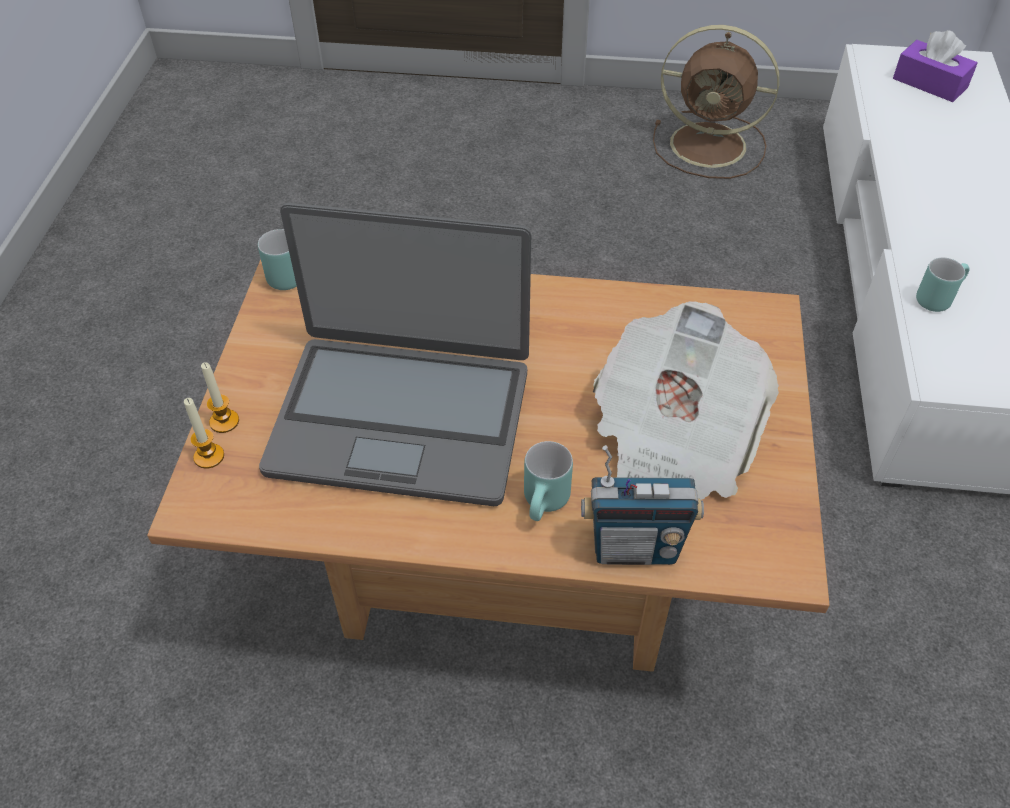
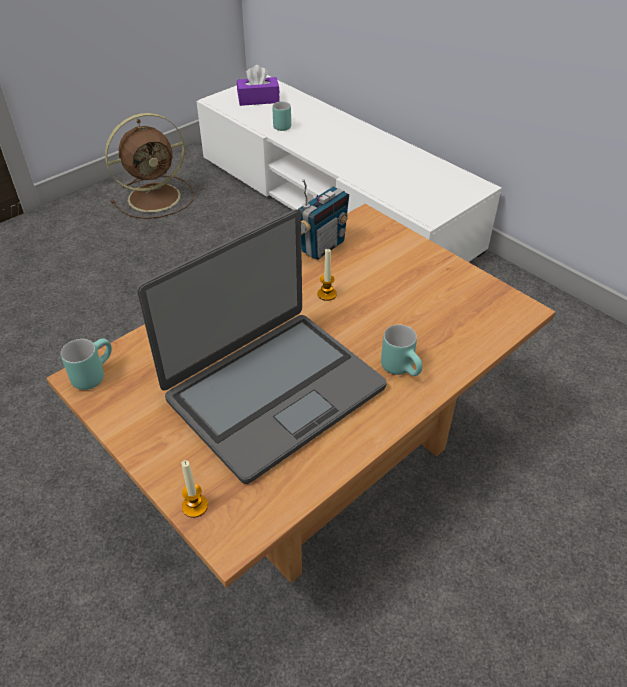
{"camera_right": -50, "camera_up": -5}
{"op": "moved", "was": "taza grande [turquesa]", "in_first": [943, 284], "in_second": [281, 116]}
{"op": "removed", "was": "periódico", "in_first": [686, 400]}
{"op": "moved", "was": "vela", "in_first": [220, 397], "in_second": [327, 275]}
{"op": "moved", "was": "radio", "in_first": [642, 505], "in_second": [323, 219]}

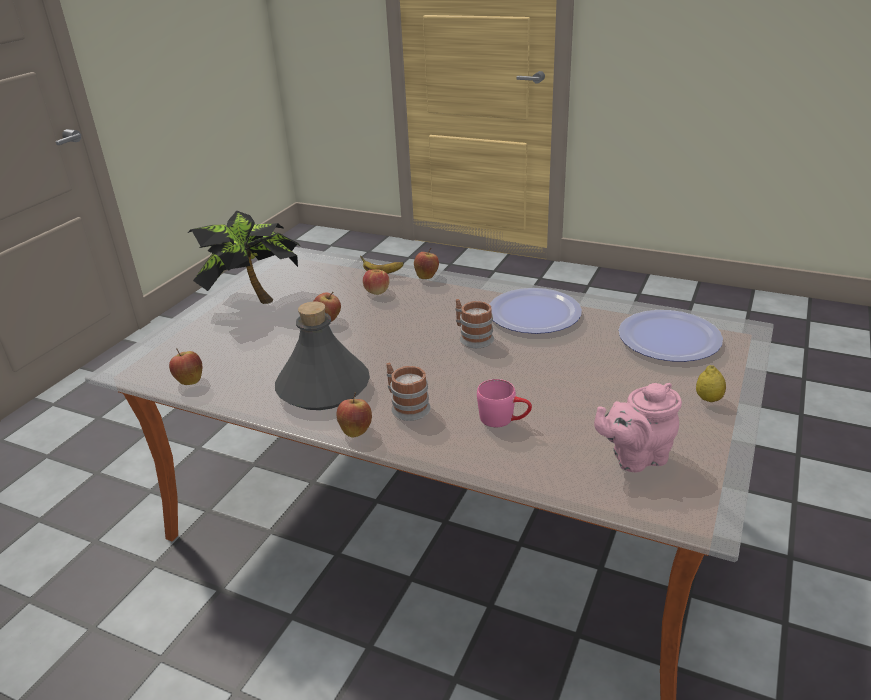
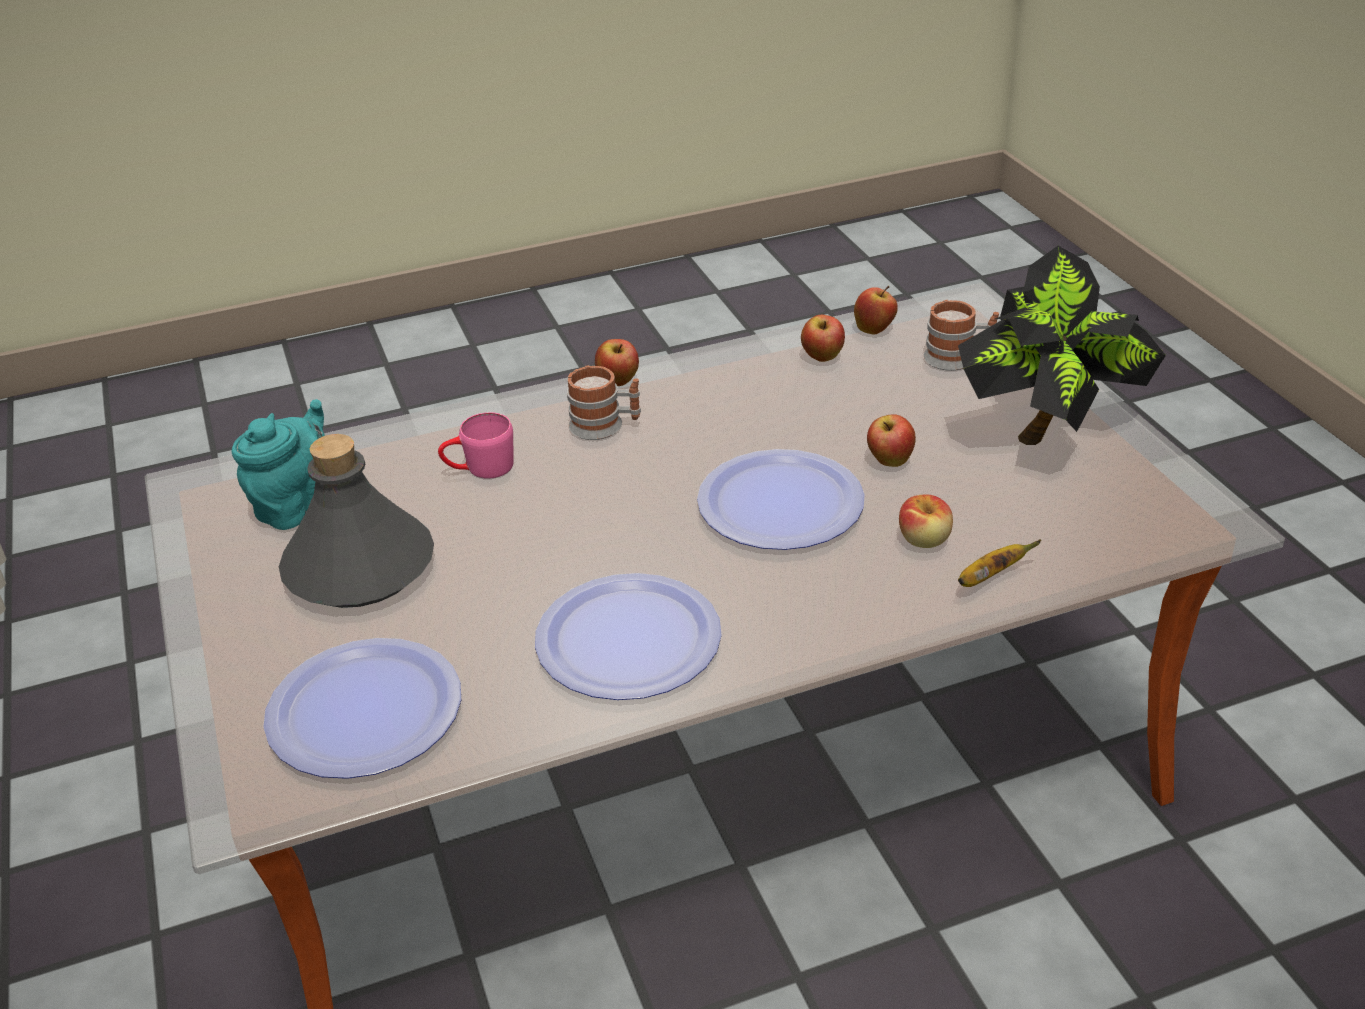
{"camera_right": 135, "camera_up": 5}
{"op": "moved", "was": "manzana", "in_first": [426, 263], "in_second": [823, 338]}
{"op": "moved", "was": "taza grande", "in_first": [474, 323], "in_second": [961, 335]}
{"op": "moved", "was": "botella [gris]", "in_first": [322, 355], "in_second": [356, 521]}
{"op": "removed", "was": "limón", "in_first": [711, 383]}
{"op": "recoloured", "was": "tetera [rosa]", "now": "tetera [turquesa]", "in_first": [638, 427], "in_second": [278, 464]}
{"op": "added", "now": "plato", "in_second": [781, 499]}

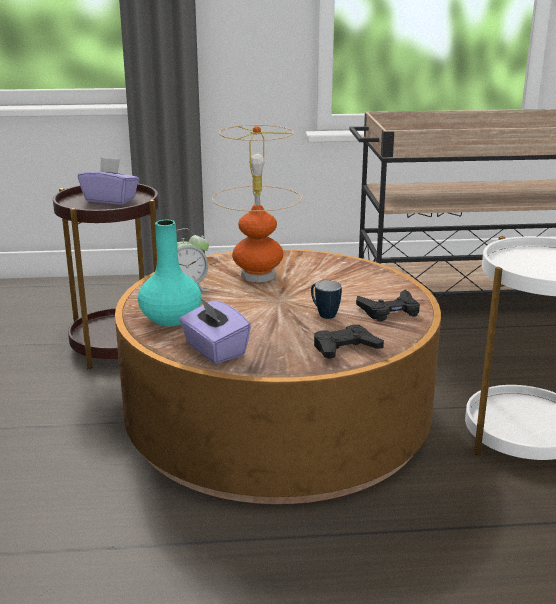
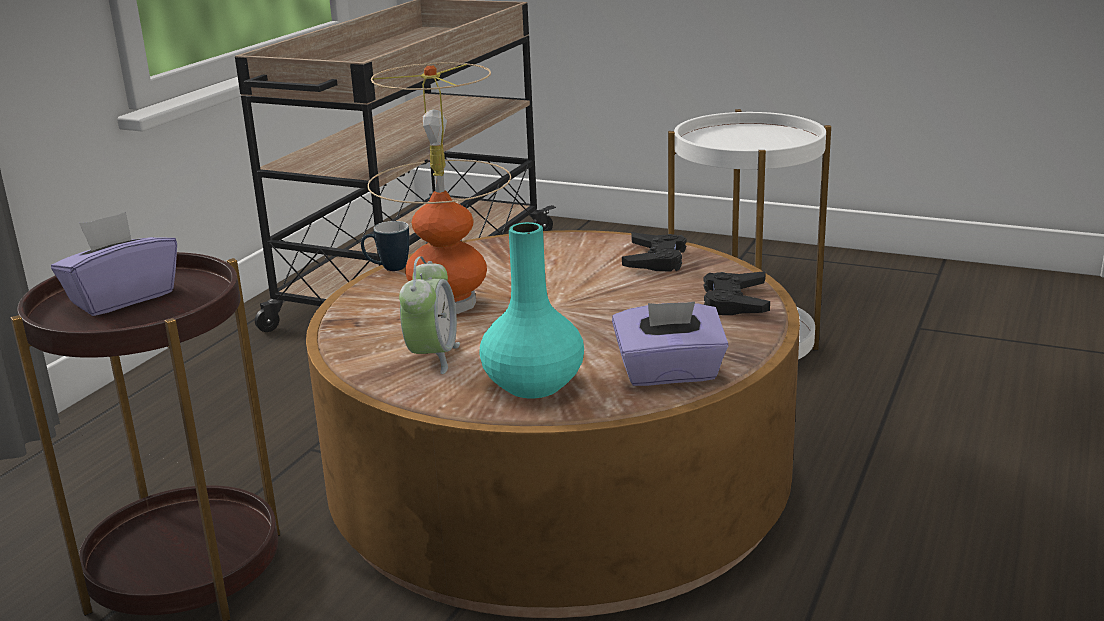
{"camera_right": -60, "camera_up": 0}
{"op": "moved", "was": "taza grande", "in_first": [326, 299], "in_second": [385, 246]}

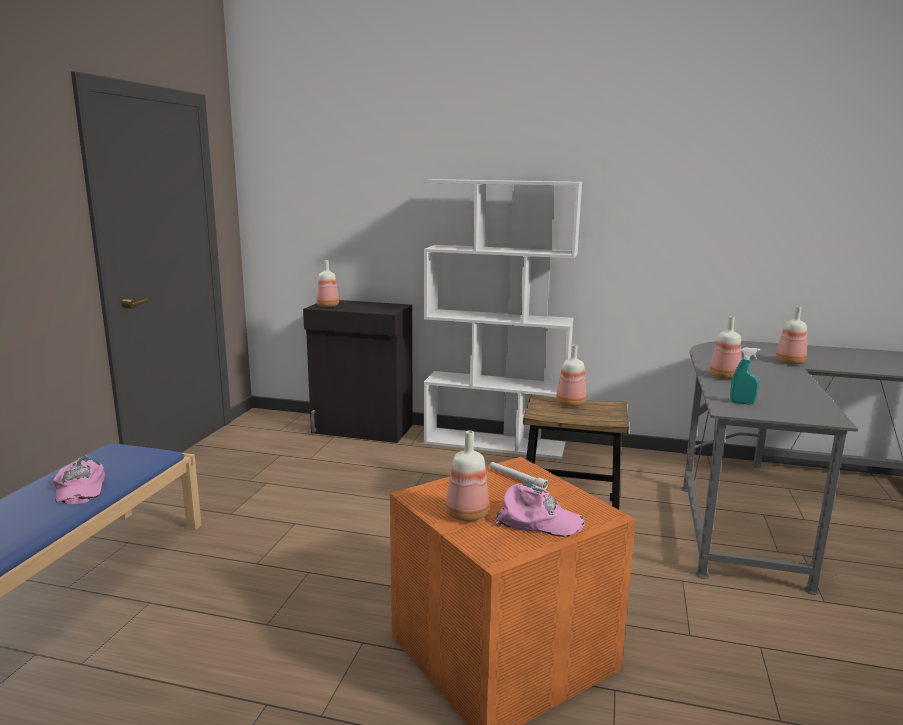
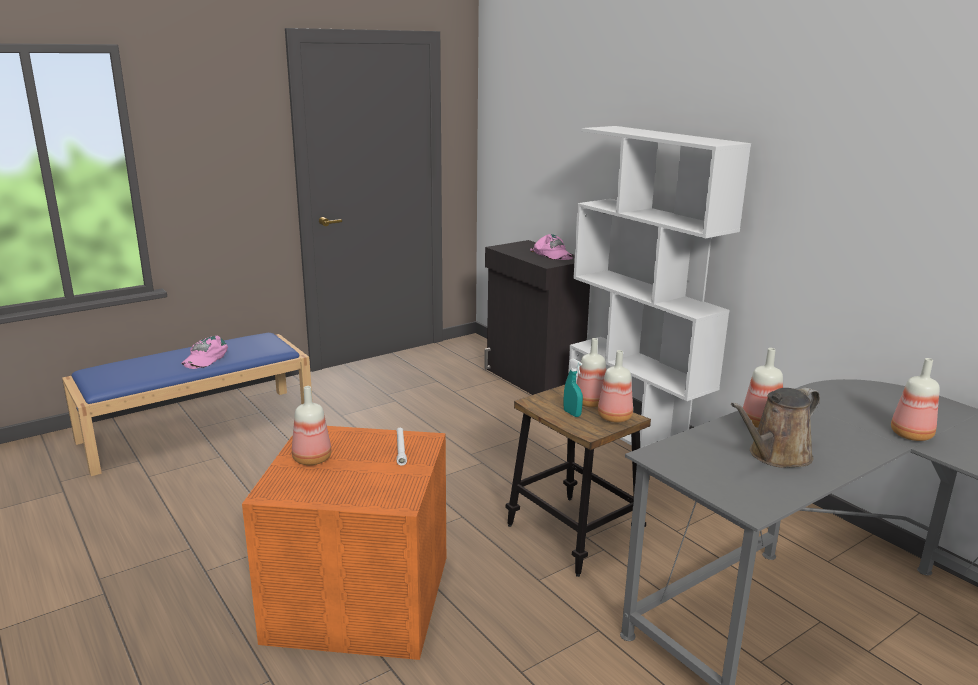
{"camera_right": 40, "camera_up": 5}
{"op": "moved", "was": "botella", "in_first": [327, 283], "in_second": [615, 386]}
{"op": "moved", "was": "pulverizador [turquesa]", "in_first": [745, 376], "in_second": [573, 388]}
{"op": "moved", "was": "gorra [rosa]", "in_first": [540, 510], "in_second": [551, 247]}
{"op": "added", "now": "regadera [marrón]", "in_second": [775, 427]}

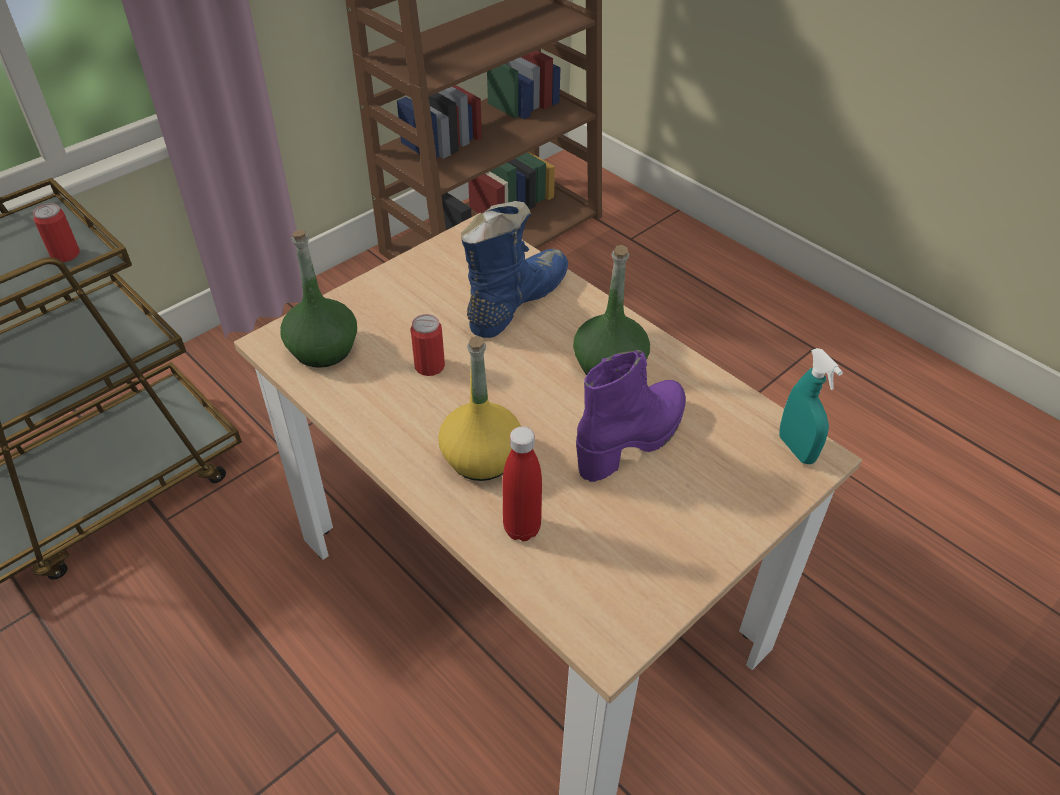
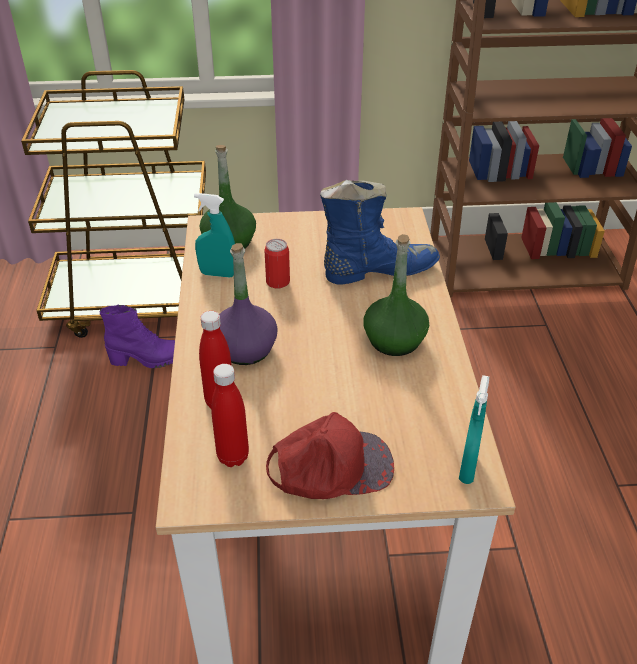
{"camera_right": 40, "camera_up": -5}
{"op": "removed", "was": "lata", "in_first": [56, 232]}
{"op": "recoloured", "was": "botella [amarillo]", "now": "botella [morado]", "in_first": [479, 408], "in_second": [248, 304]}
{"op": "moved", "was": "bota [morado]", "in_first": [631, 416], "in_second": [137, 336]}
{"op": "added", "now": "pulverizador [turquesa]", "in_second": [214, 235]}
{"op": "added", "now": "botella [rojo]", "in_second": [230, 415]}
{"op": "added", "now": "gorra [rojo]", "in_second": [330, 455]}

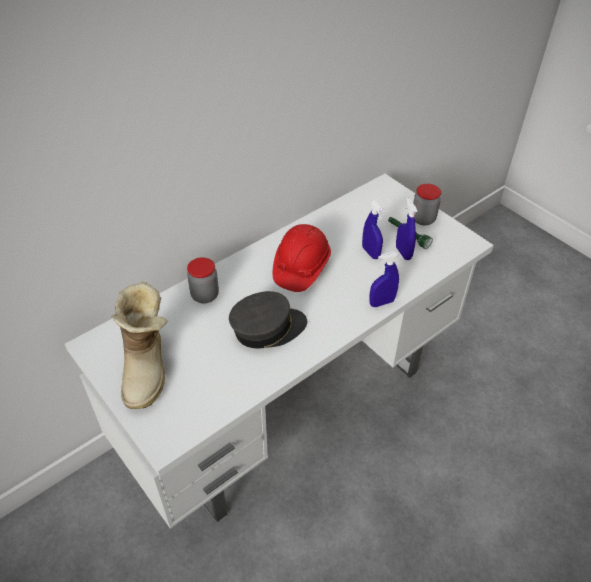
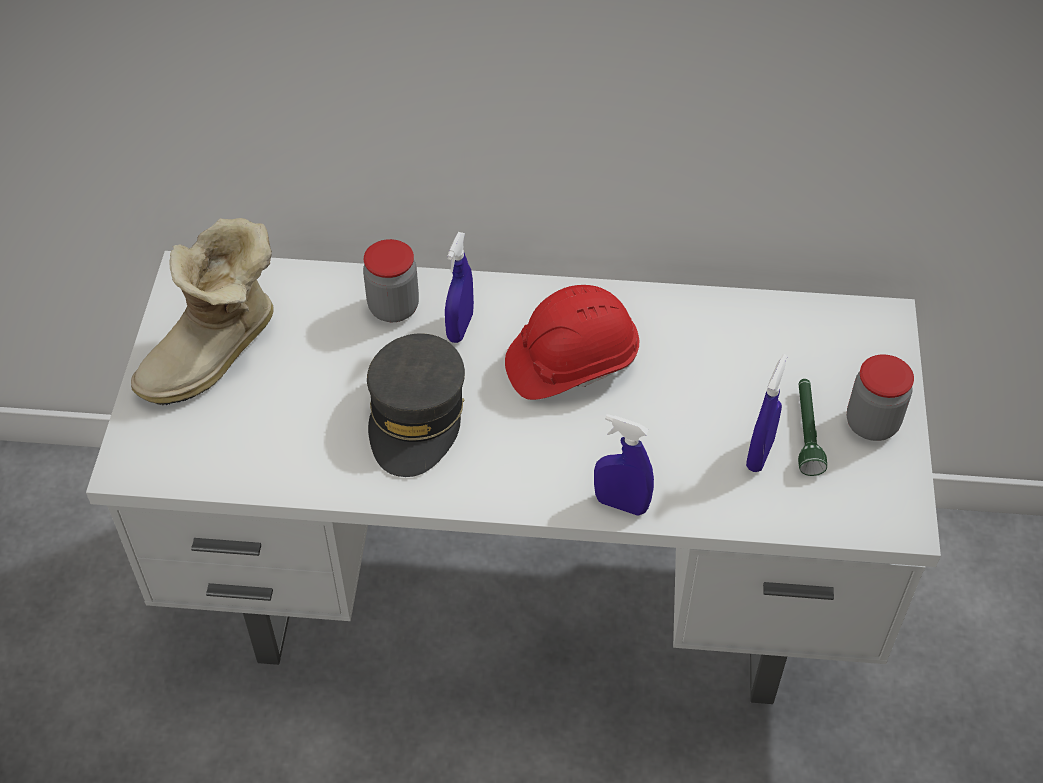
{"camera_right": 45, "camera_up": 5}
{"op": "moved", "was": "pulverizador [azul]", "in_first": [373, 229], "in_second": [459, 287]}
{"op": "turned", "was": "gorra [gris]", "in_first": [268, 319], "in_second": [416, 405], "clockwise": 75}

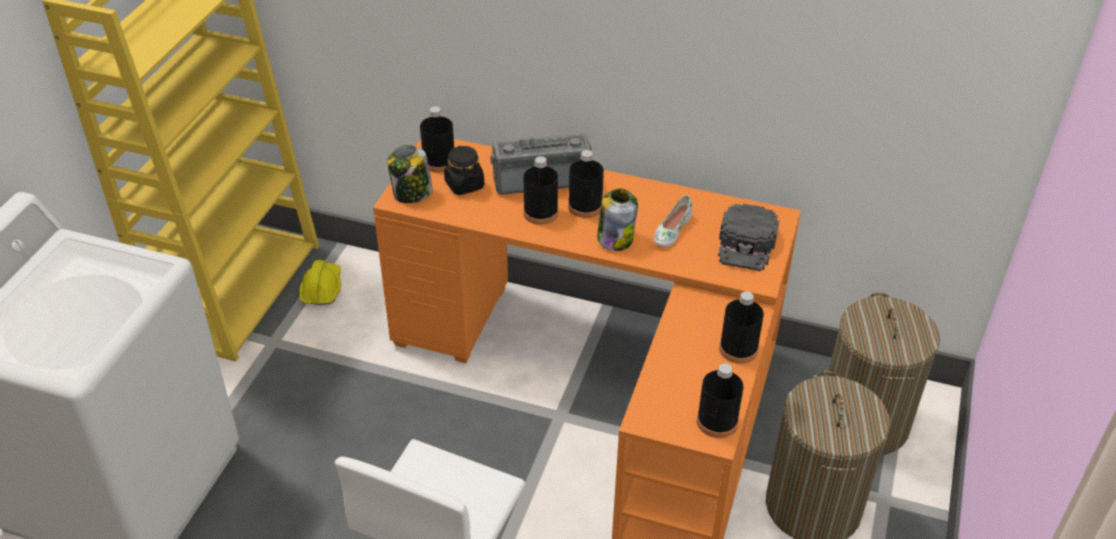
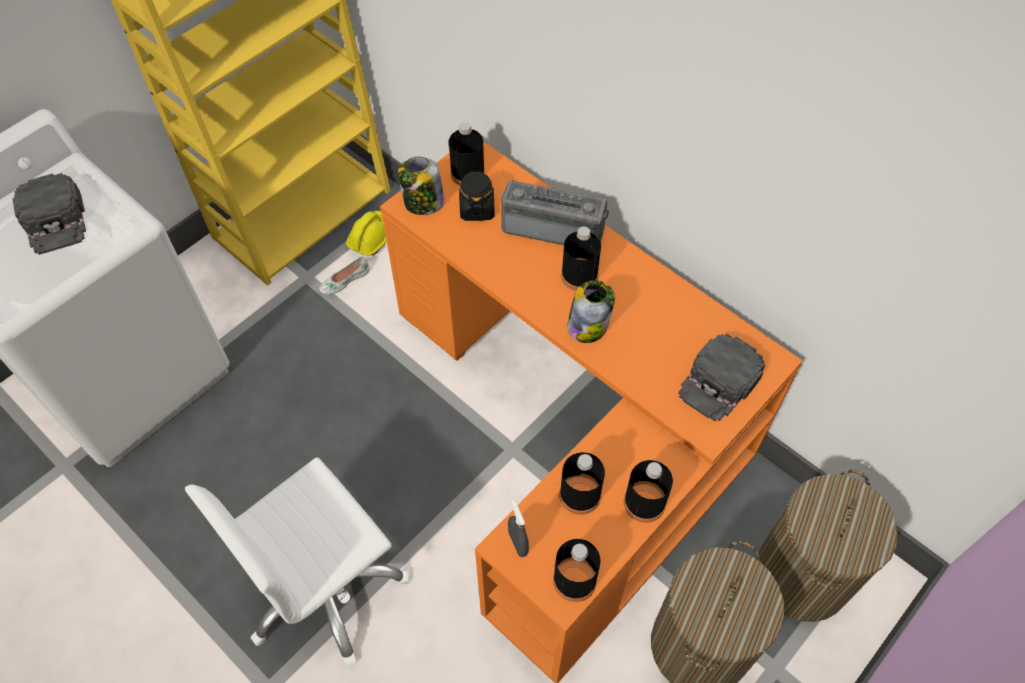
{"camera_right": 25, "camera_up": 15}
{"op": "moved", "was": "botella [negro]", "in_first": [540, 190], "in_second": [582, 483]}
{"op": "moved", "was": "zapato [blanco]", "in_first": [673, 221], "in_second": [344, 276]}
{"op": "added", "now": "gorra [negro]", "in_second": [49, 214]}
{"op": "added", "now": "pulverizador [gris]", "in_second": [518, 528]}

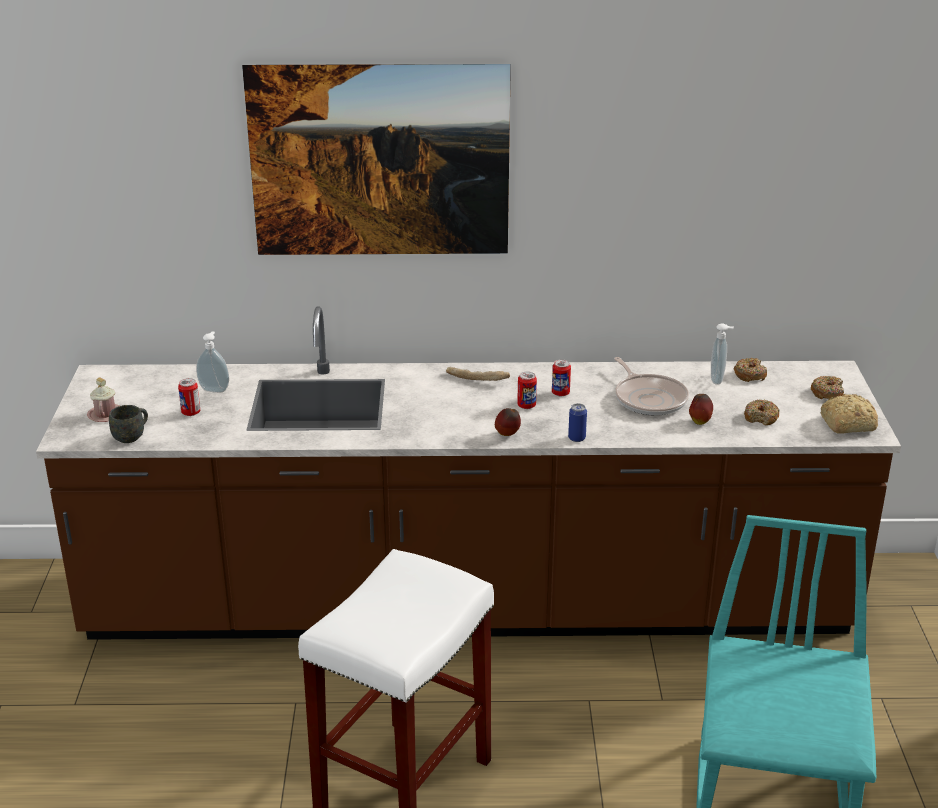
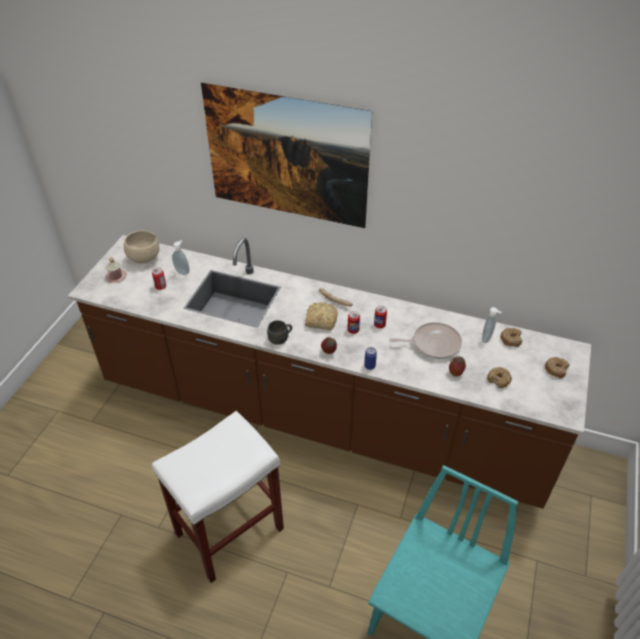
{"camera_right": 20, "camera_up": 15}
{"op": "turned", "was": "sartén", "in_first": [651, 386], "in_second": [425, 340], "clockwise": -90}
{"op": "moved", "was": "pan", "in_first": [849, 414], "in_second": [321, 316]}
{"op": "moved", "was": "taza grande [gris]", "in_first": [128, 424], "in_second": [279, 332]}
{"op": "added", "now": "cuenco [beis]", "in_second": [142, 247]}

